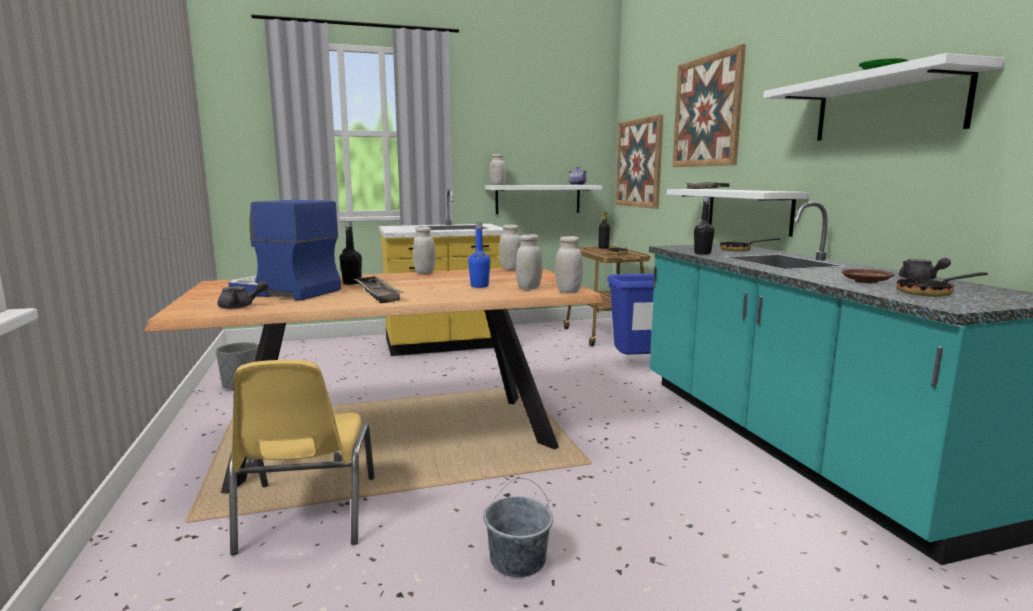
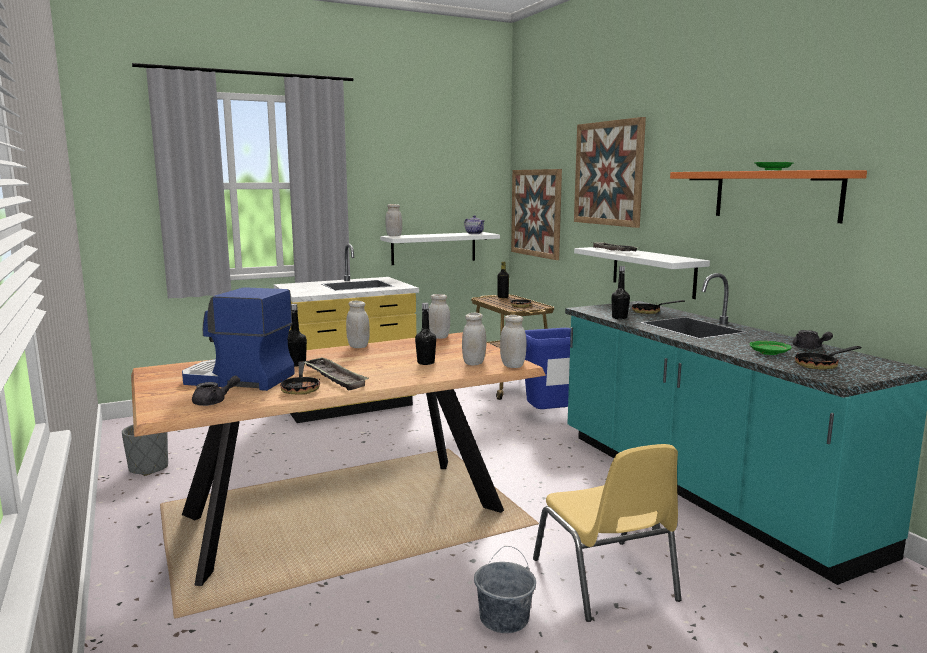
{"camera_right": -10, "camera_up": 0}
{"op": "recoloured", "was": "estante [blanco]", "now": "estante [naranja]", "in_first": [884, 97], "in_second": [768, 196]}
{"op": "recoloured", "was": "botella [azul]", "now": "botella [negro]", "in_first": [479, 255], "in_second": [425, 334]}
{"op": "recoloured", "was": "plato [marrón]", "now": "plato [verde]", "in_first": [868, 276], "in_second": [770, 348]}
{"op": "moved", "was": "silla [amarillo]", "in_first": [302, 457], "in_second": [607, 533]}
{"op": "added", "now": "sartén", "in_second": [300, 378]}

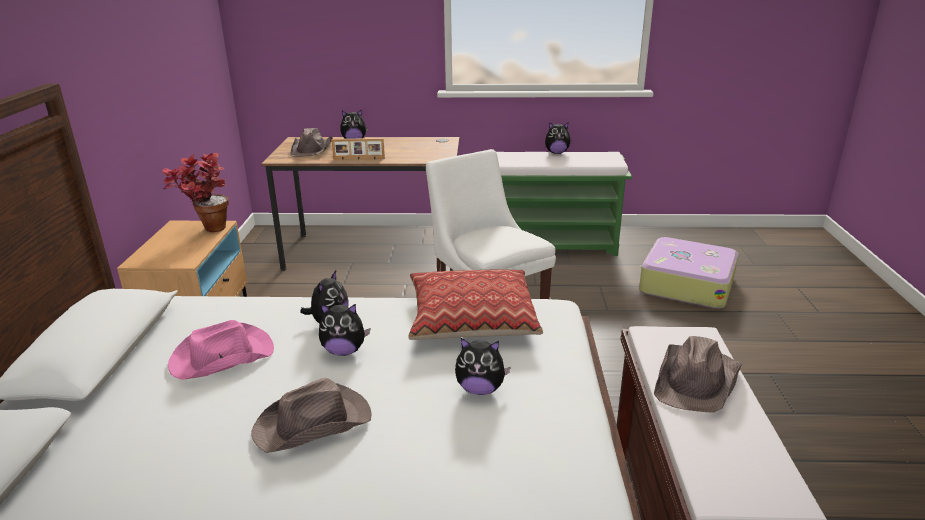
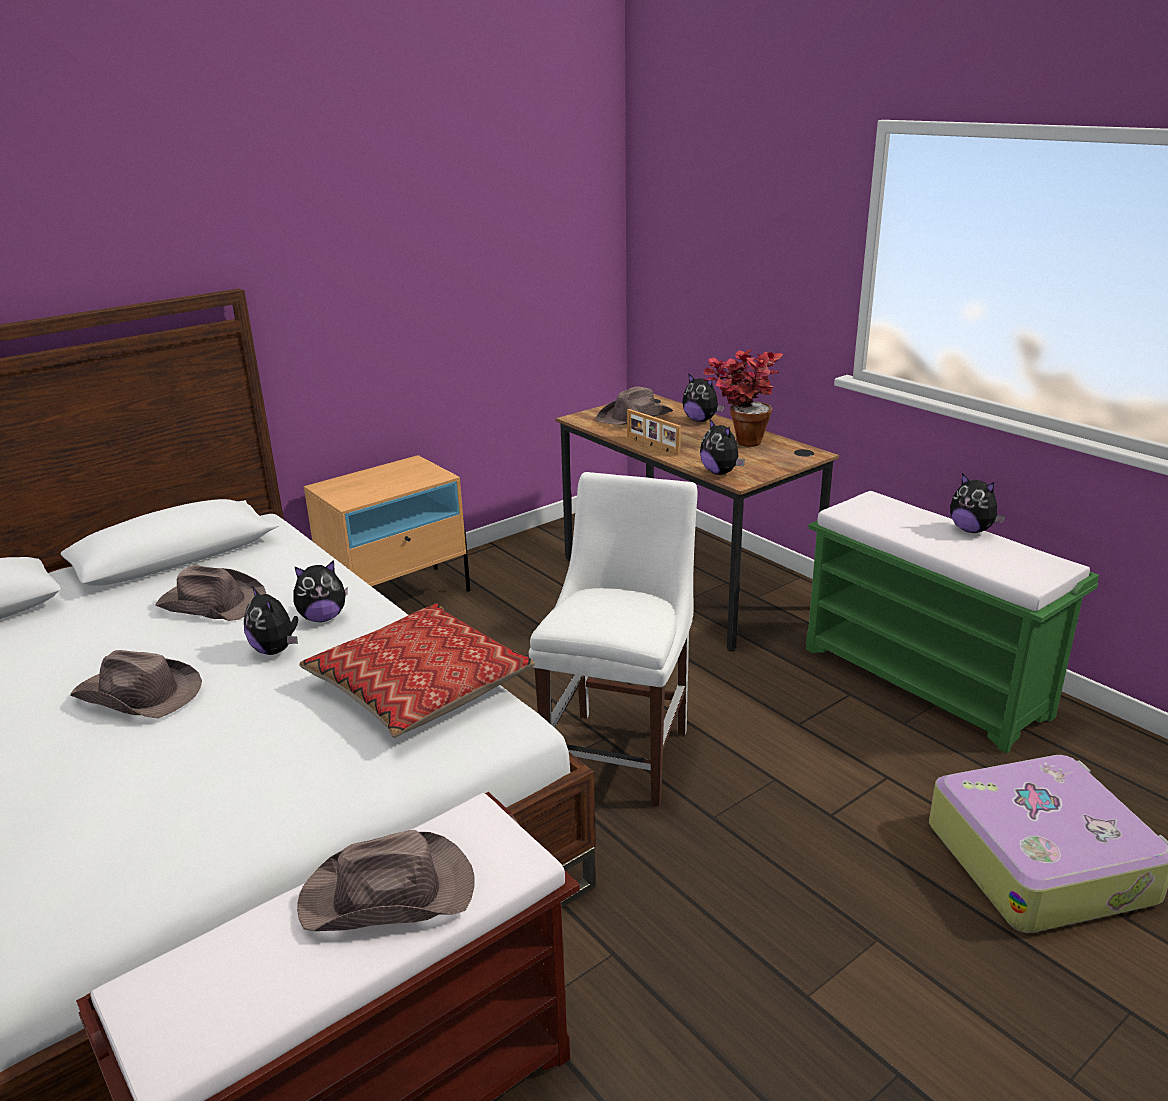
{"camera_right": 50, "camera_up": 0}
{"op": "moved", "was": "planta en maceta", "in_first": [195, 192], "in_second": [743, 398]}
{"op": "recoloured", "was": "sombrero [rosa]", "now": "sombrero [marrón]", "in_first": [221, 350], "in_second": [210, 593]}
{"op": "moved", "was": "peluche", "in_first": [483, 366], "in_second": [722, 447]}

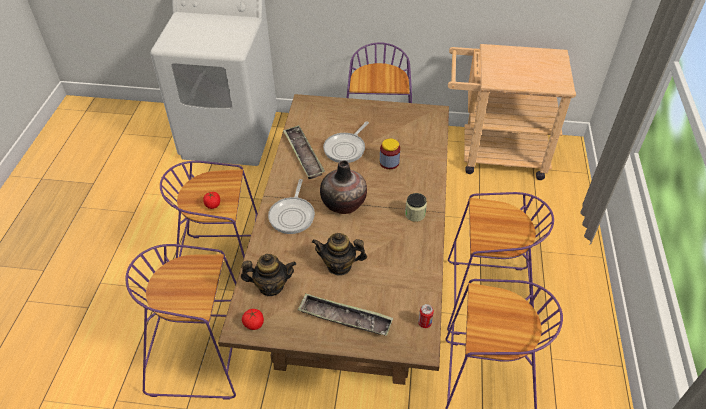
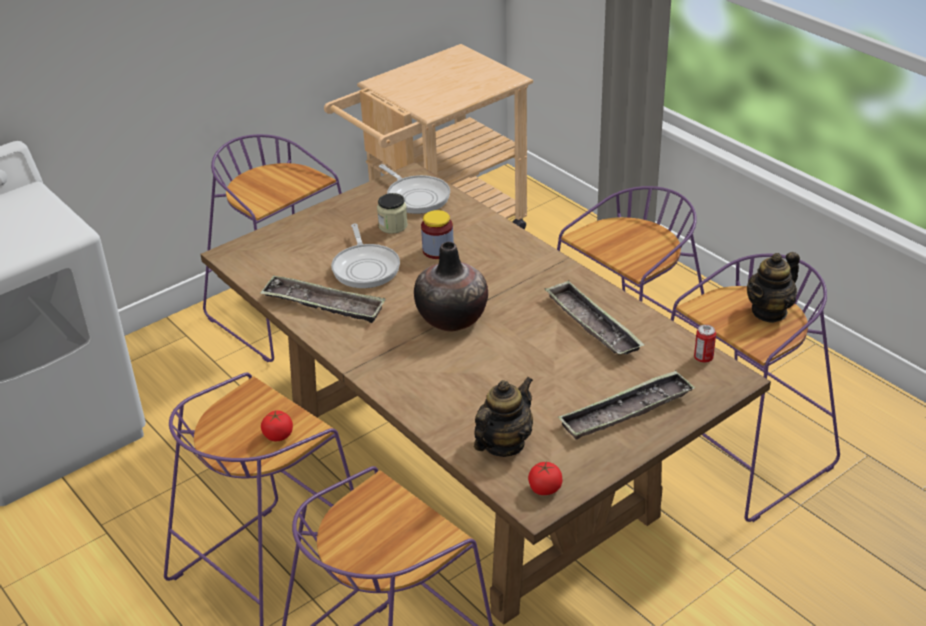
{"camera_right": -45, "camera_up": -10}
{"op": "moved", "was": "sartén", "in_first": [291, 206], "in_second": [414, 189]}
{"op": "moved", "was": "tarro", "in_first": [416, 207], "in_second": [392, 213]}
{"op": "moved", "was": "tetera", "in_first": [339, 254], "in_second": [773, 287]}
{"op": "added", "now": "bandeja", "in_second": [594, 317]}

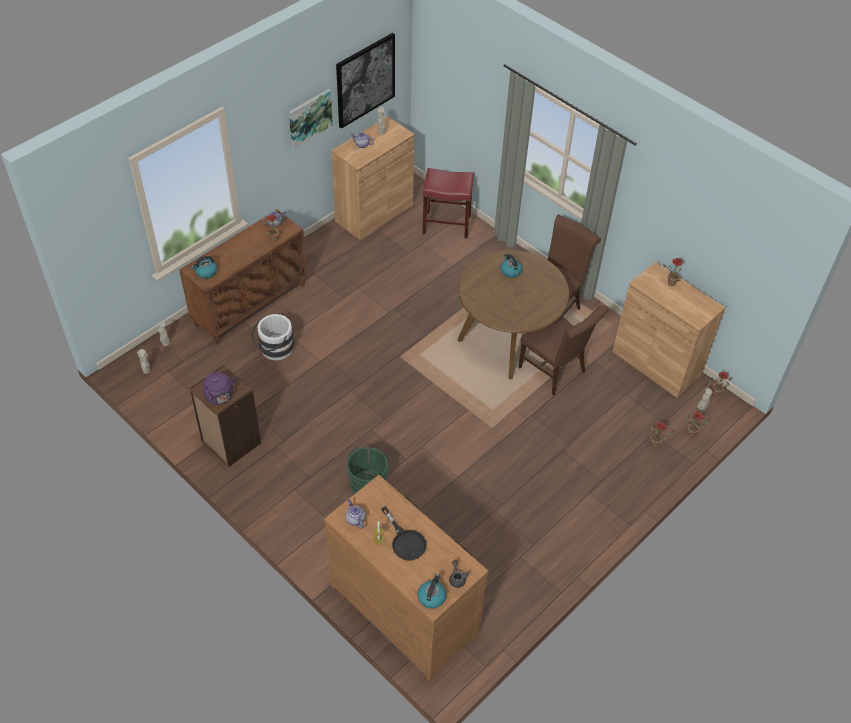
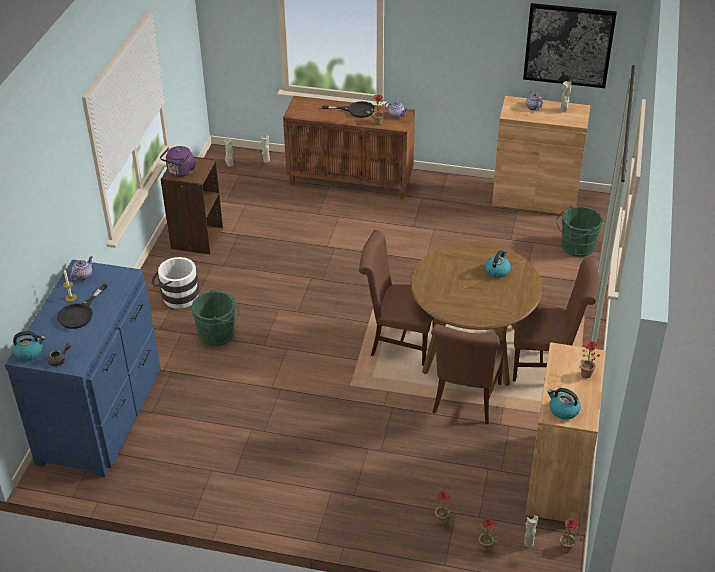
{"camera_right": 60, "camera_up": -10}
{"op": "removed", "was": "cuadro", "in_first": [311, 119]}
{"op": "replaced", "was": "taburete [rojo]", "now": "cubo [verde]", "in_first": [448, 203], "in_second": [580, 231]}
{"op": "moved", "was": "hervidor", "in_first": [204, 267], "in_second": [564, 404]}
{"op": "moved", "was": "cubo [blanco]", "in_first": [272, 337], "in_second": [175, 283]}
{"op": "recoloured", "was": "cómoda [marrón]", "now": "cómoda [azul]", "in_first": [406, 578], "in_second": [82, 368]}
{"op": "added", "now": "sartén [negro]", "in_second": [348, 109]}
{"op": "added", "now": "silla [marrón]", "in_second": [396, 298]}

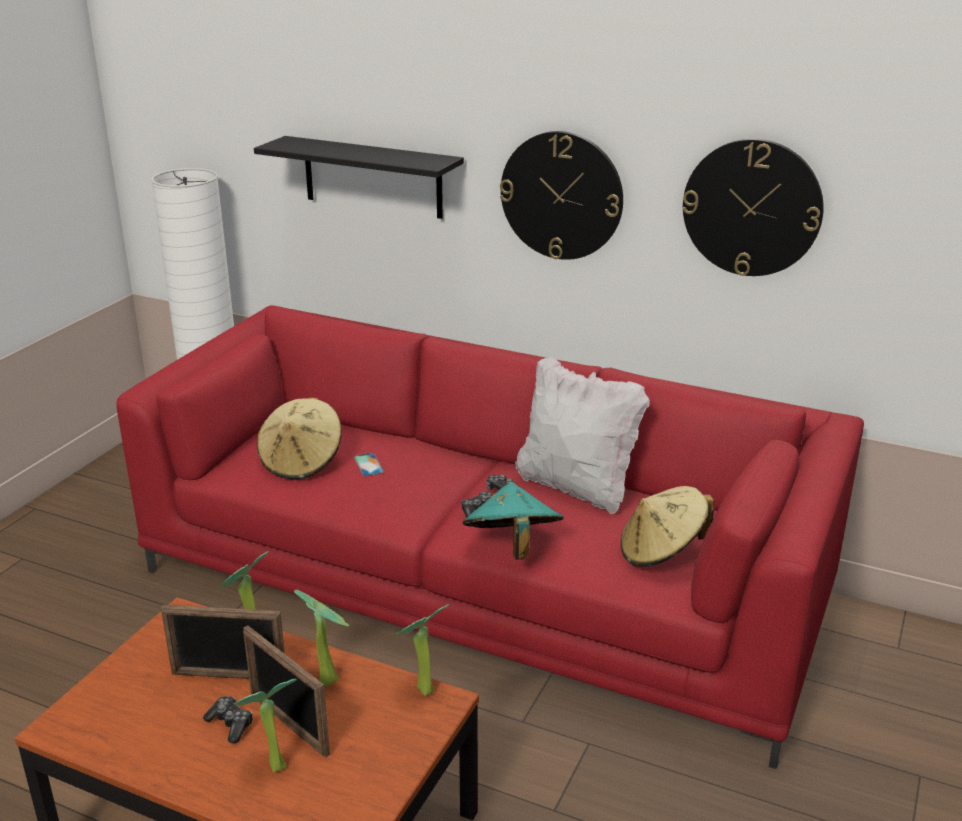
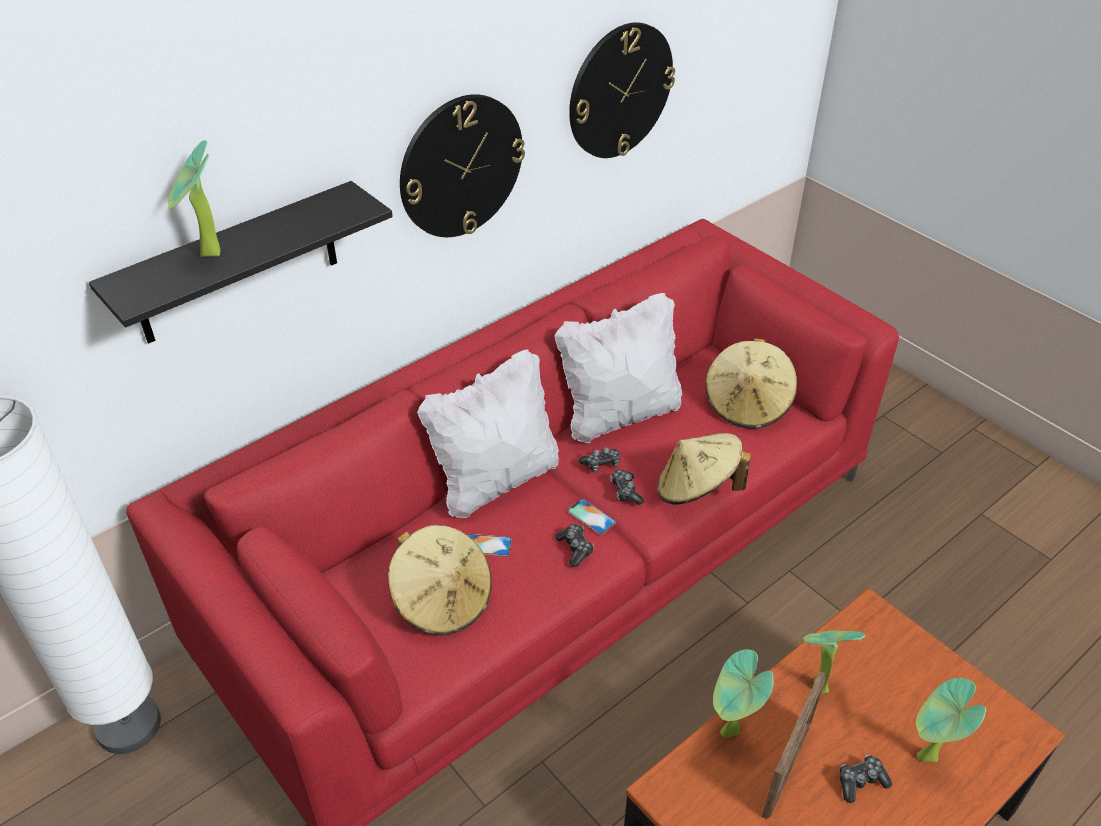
{"camera_right": -65, "camera_up": 15}
{"op": "recoloured", "was": "sombrero [turquesa]", "now": "sombrero [beis]", "in_first": [513, 521], "in_second": [704, 469]}
{"op": "moved", "was": "planta en maceta", "in_first": [421, 650], "in_second": [194, 198]}
{"op": "removed", "was": "portarretratos", "in_first": [286, 691]}
{"op": "added", "now": "cojín [blanco]", "in_second": [488, 433]}
{"op": "added", "now": "móvil", "in_second": [591, 517]}
{"op": "added", "now": "mando de consola", "in_second": [574, 545]}

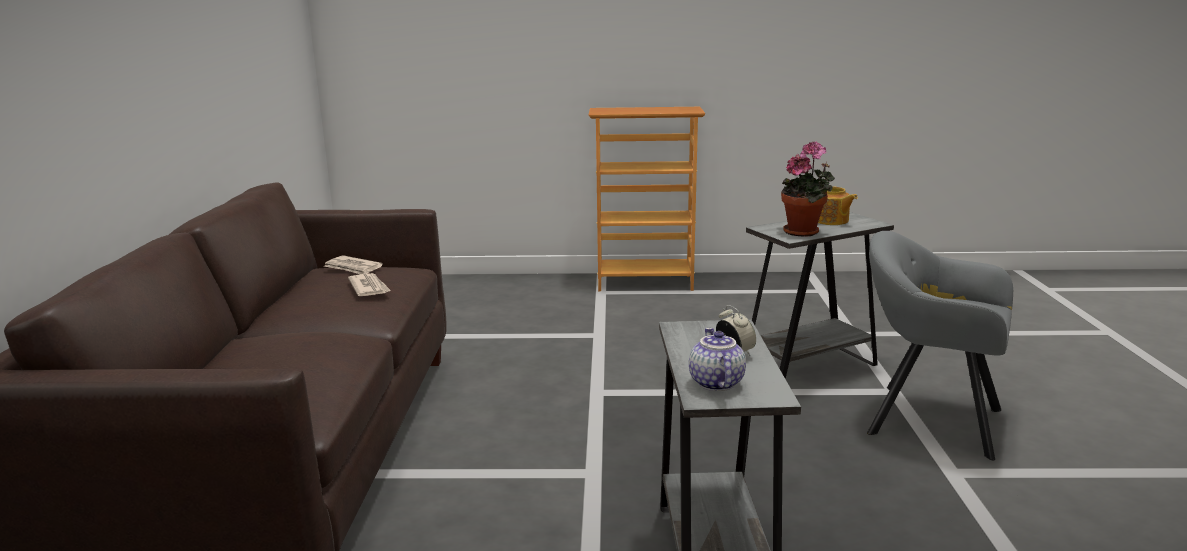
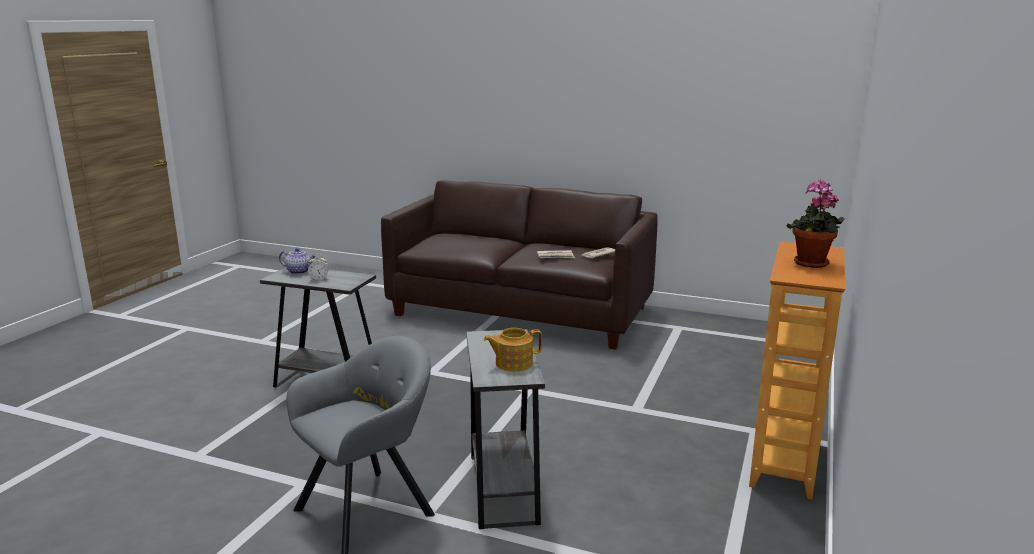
{"camera_right": 110, "camera_up": 0}
{"op": "moved", "was": "planta en maceta", "in_first": [808, 189], "in_second": [816, 224]}

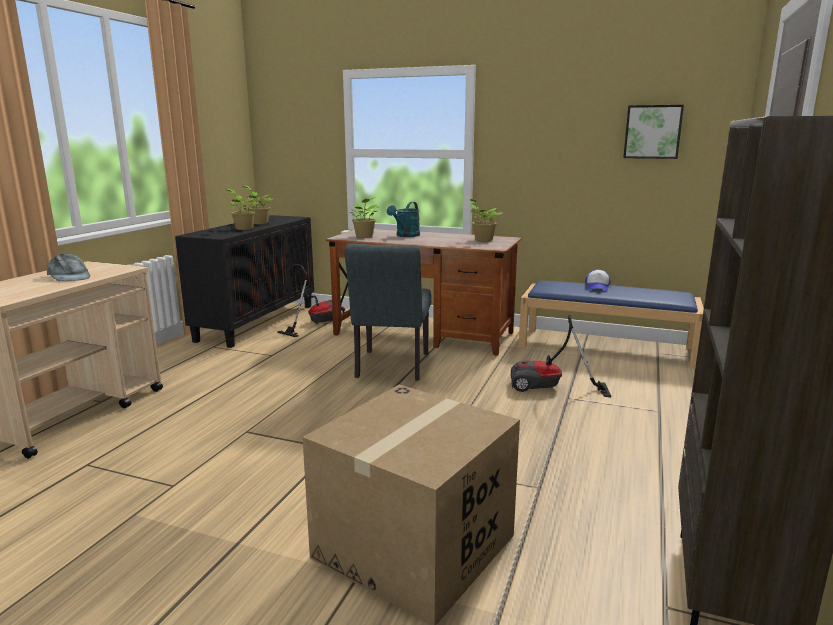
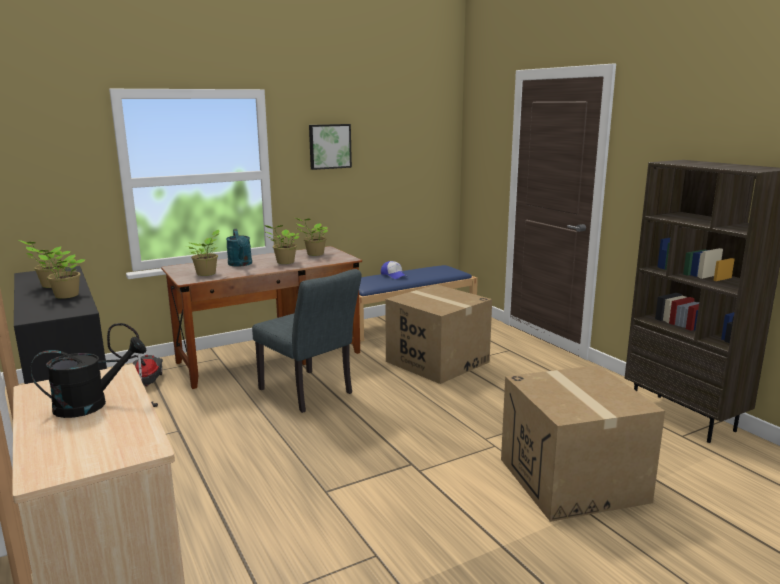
{"camera_right": -50, "camera_up": 0}
{"op": "moved", "was": "cuadro", "in_first": [653, 132], "in_second": [330, 147]}
{"op": "replaced", "was": "gorra [gris]", "now": "regadera [negro]", "in_first": [68, 267], "in_second": [88, 377]}
{"op": "replaced", "was": "aspiradora", "now": "caja de cartón", "in_first": [561, 356], "in_second": [438, 334]}
{"op": "added", "now": "planta en maceta", "in_second": [282, 244]}

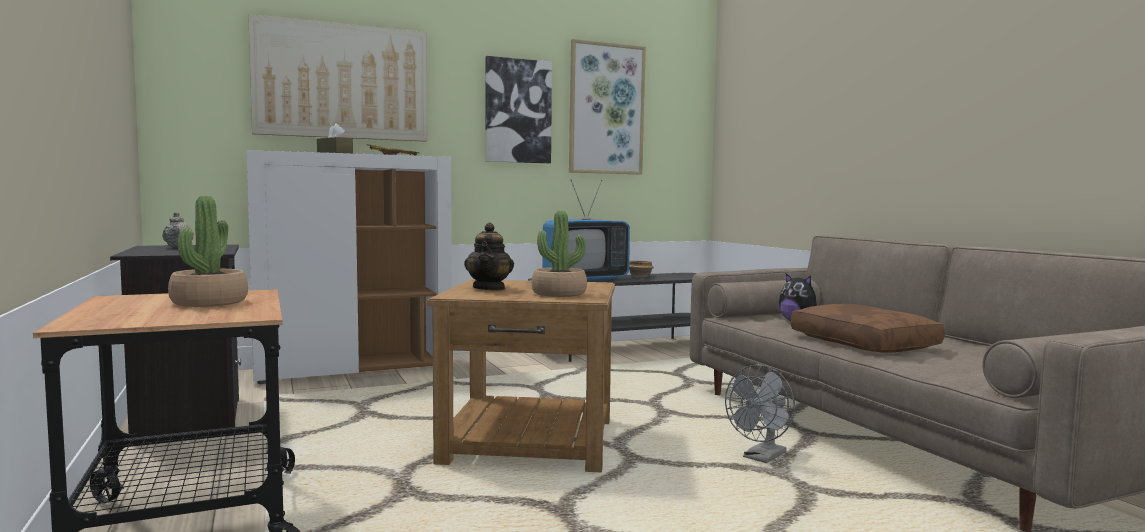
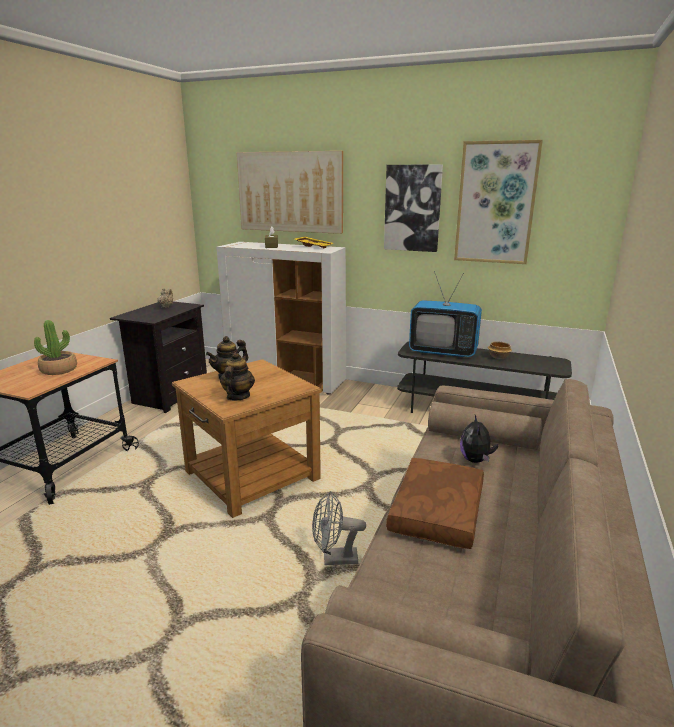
{"camera_right": 45, "camera_up": 15}
{"op": "replaced", "was": "planta en maceta", "now": "tetera", "in_first": [559, 253], "in_second": [237, 376]}

